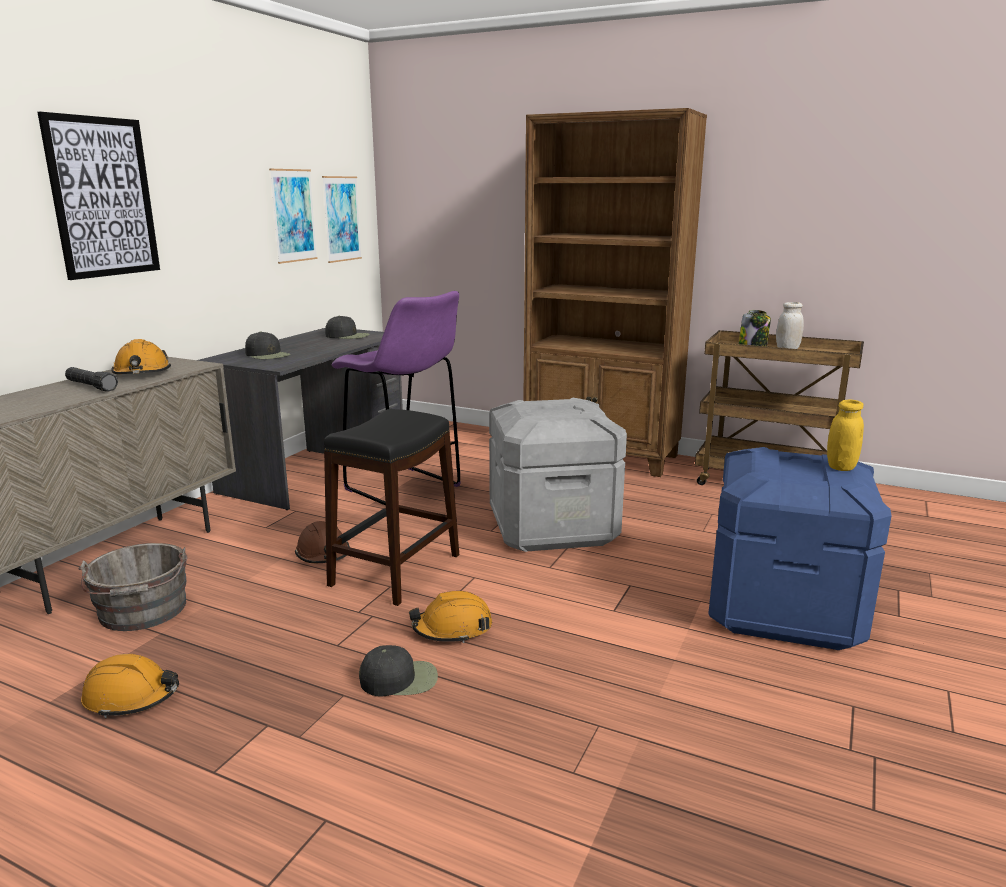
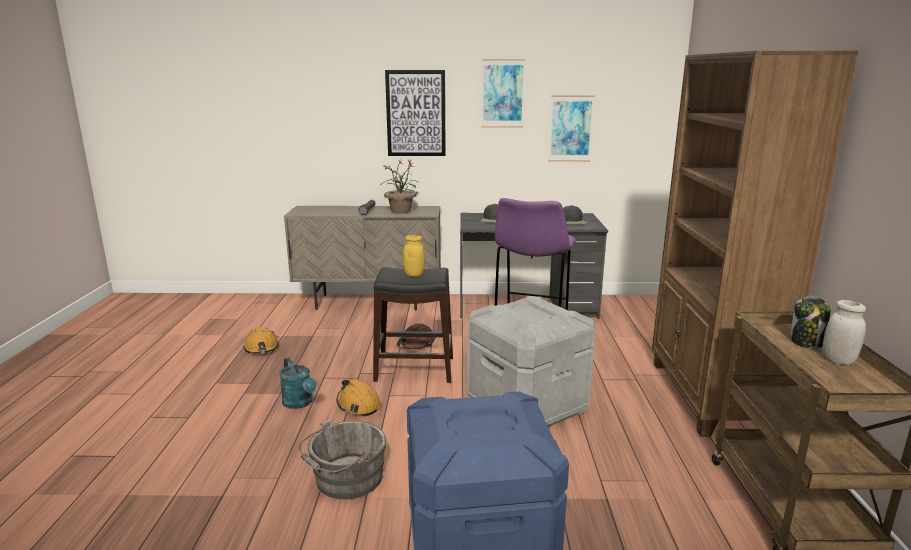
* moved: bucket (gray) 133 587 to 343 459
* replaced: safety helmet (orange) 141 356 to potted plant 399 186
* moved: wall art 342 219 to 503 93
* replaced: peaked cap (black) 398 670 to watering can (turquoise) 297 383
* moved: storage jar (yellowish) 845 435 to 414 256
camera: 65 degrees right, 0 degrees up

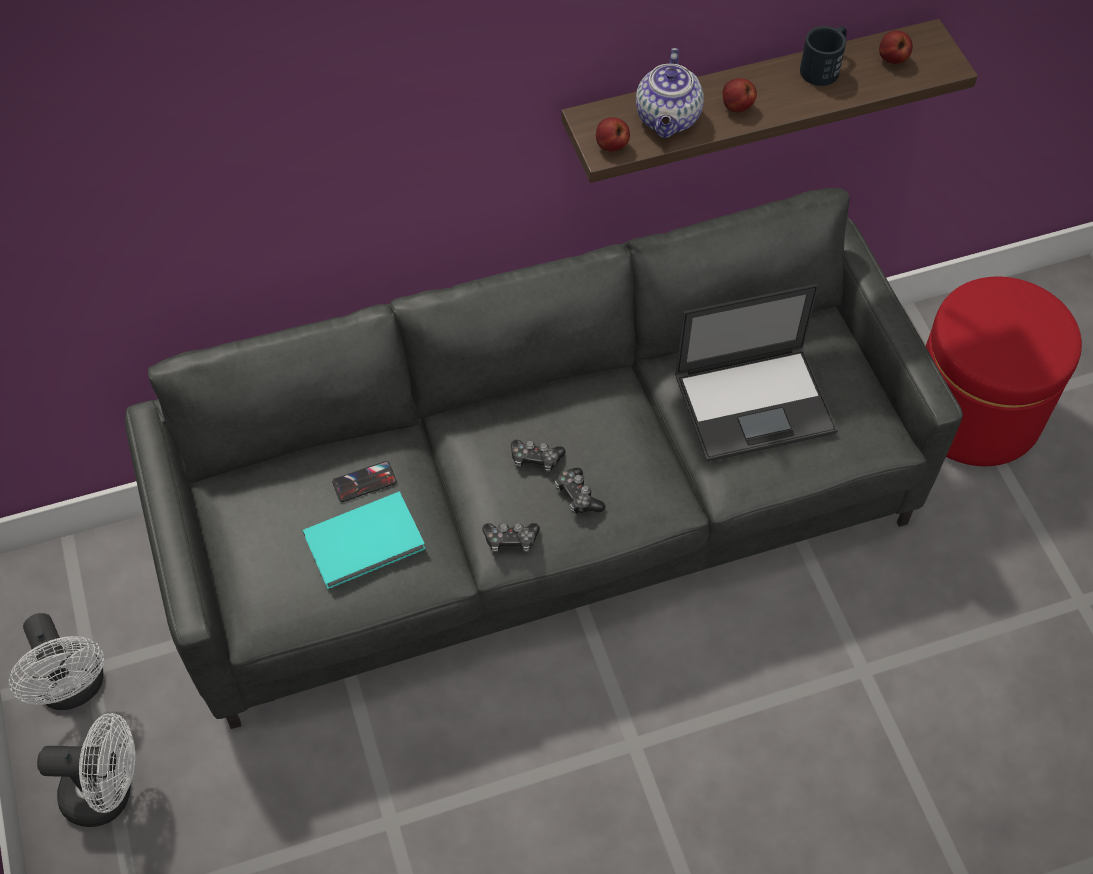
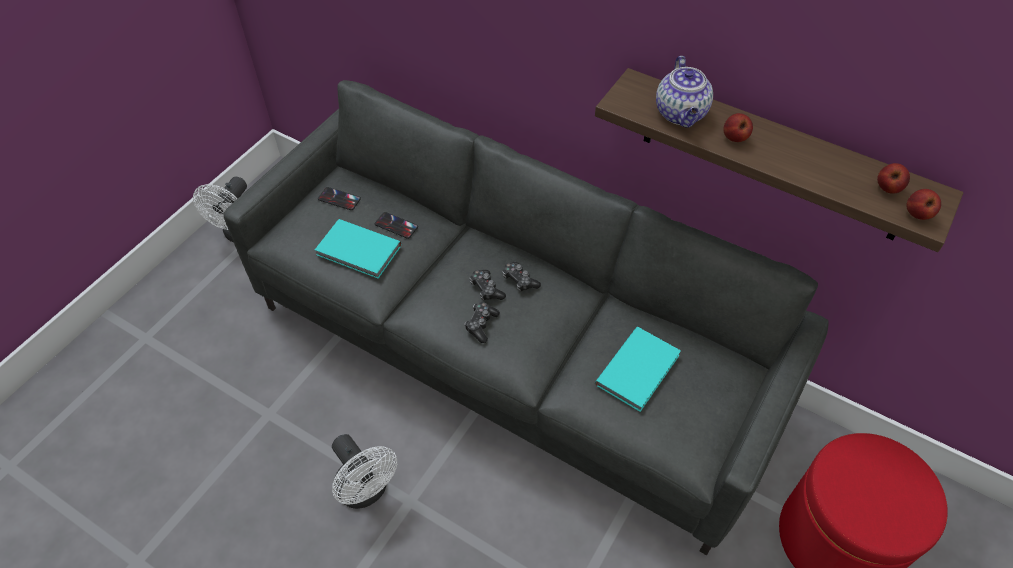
* moved: electric fan (white) 86 770 to 364 471
* moved: game controller 511 538 to 521 277
* moved: apple 613 134 to 924 204
* turned: tea pot 670 93 = 684 92 60 degrees counterclockwise
* replaced: notebook computer 756 373 to bound book (turquoise) 638 369
* removed: tea mug (black) 823 56
* added: phone 339 198
camera: 50 degrees right, 5 degrees down

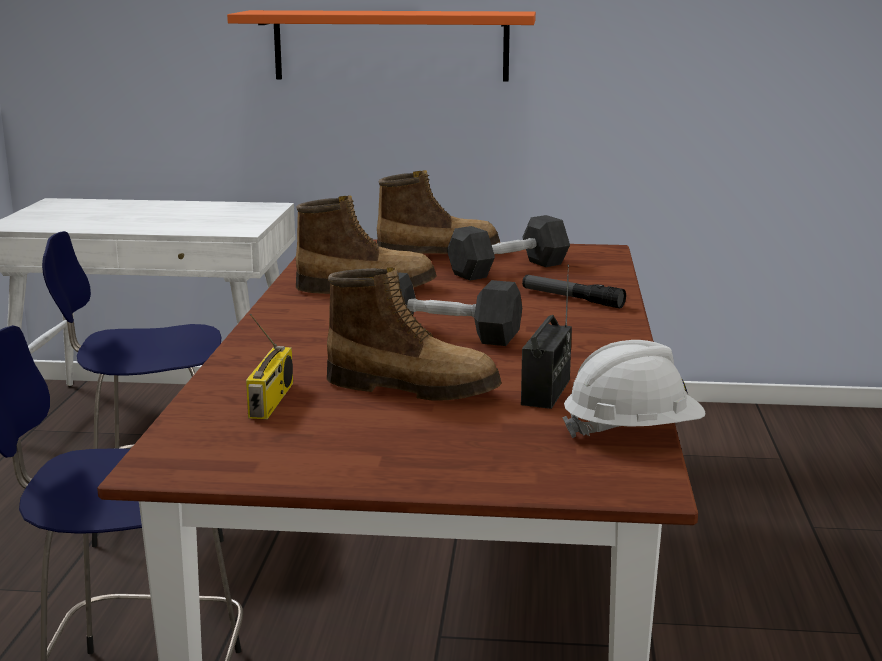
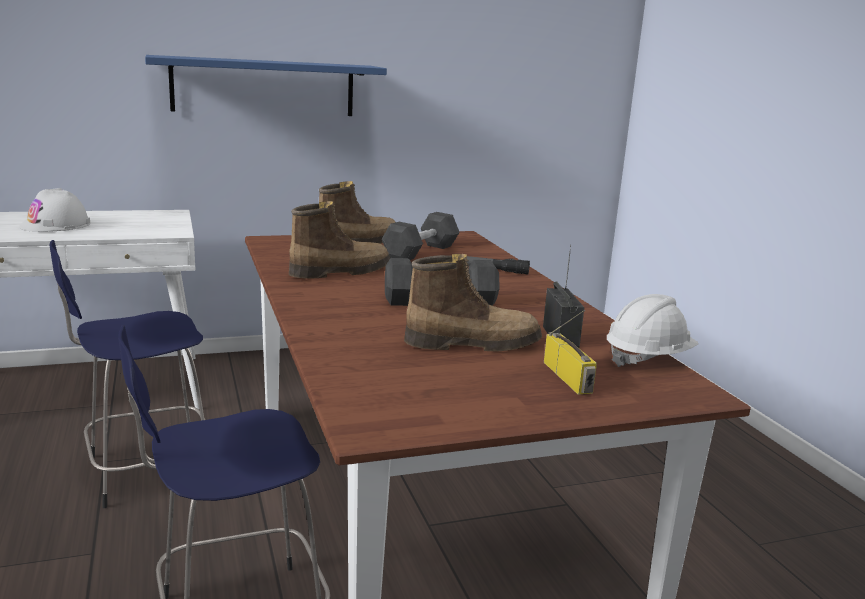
* recoloured: bracket shelf (orange) 381 46 to bracket shelf (bluish) 266 85
* moved: radio 269 366 to 570 352
* added: safety helmet (white) 55 210
camera: 25 degrees left, 0 degrees up

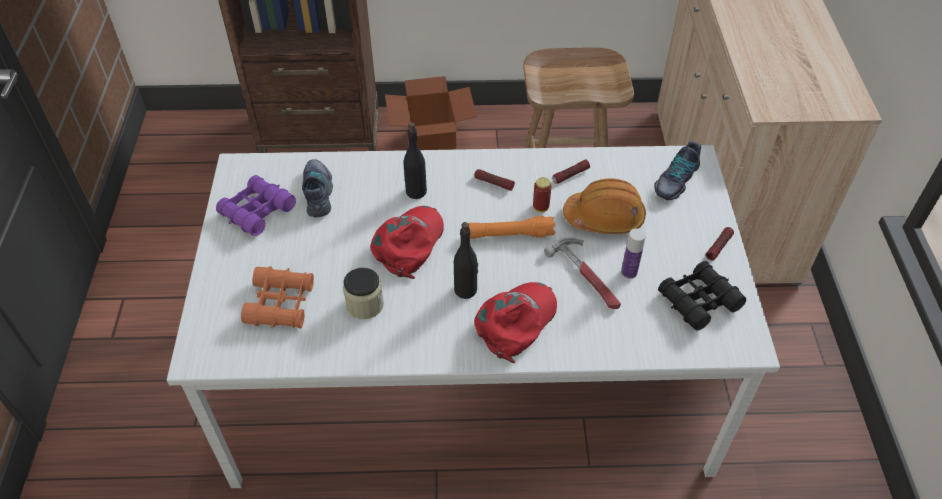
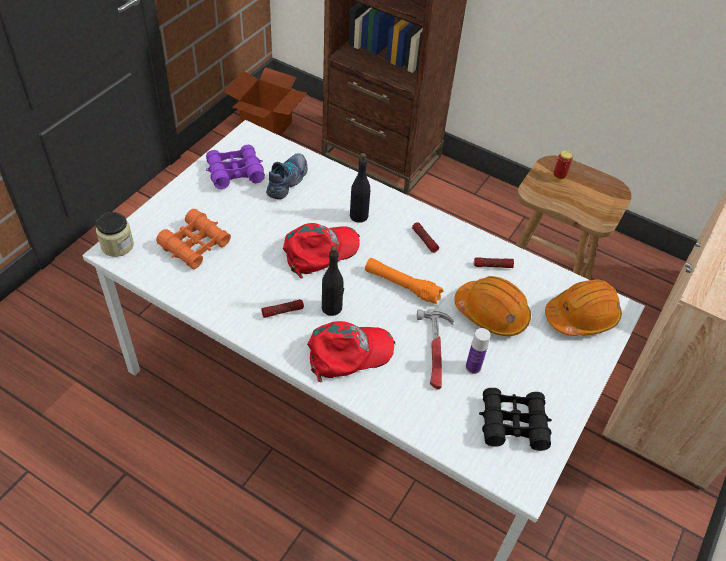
* moved: storage jar 363 293 to 115 234
* moved: cardboard box 431 113 to 265 101
* moved: metal can 542 194 to 563 165
* replaced: shoe 677 170 to safety helmet (orange) 583 308
* moved: flashlight 720 244 to 282 308
camera: 30 degrees right, 0 degrees up

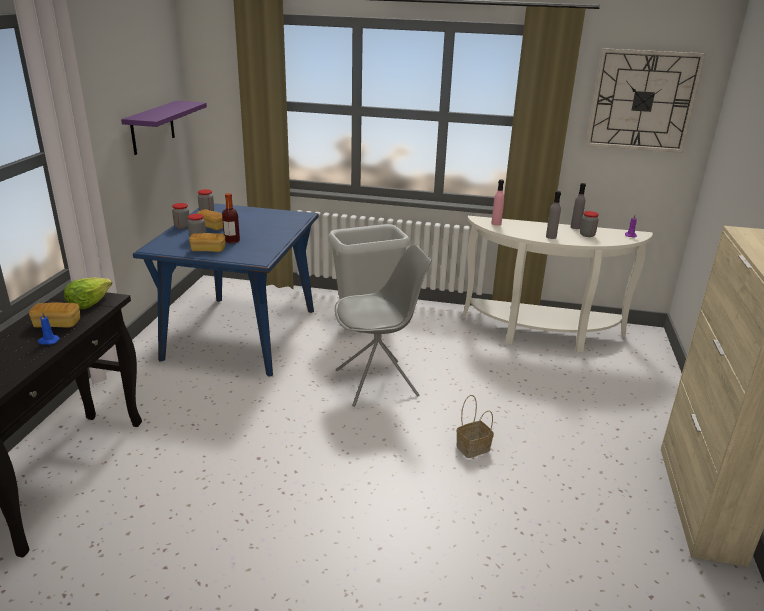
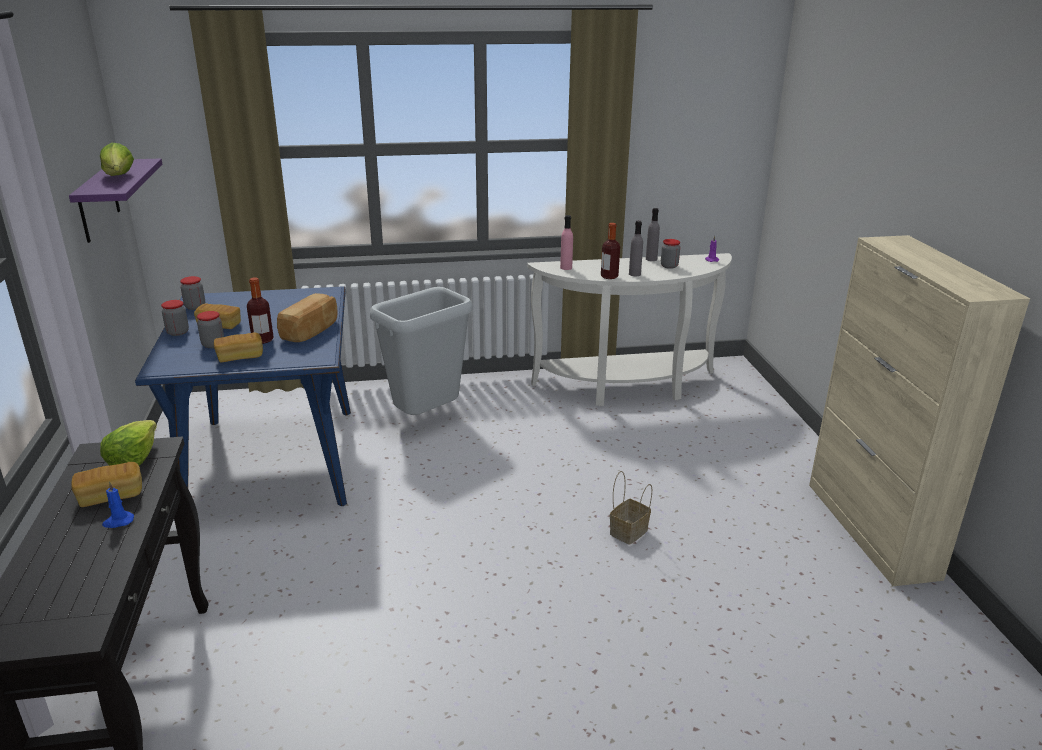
* removed: upright chair (gray) 383 325
* removed: wall clock 646 100
* added: lettuce head 117 159
* added: baked bread 307 317
* added: drink bottle 610 251
camera: 20 degrees left, 0 degrees up

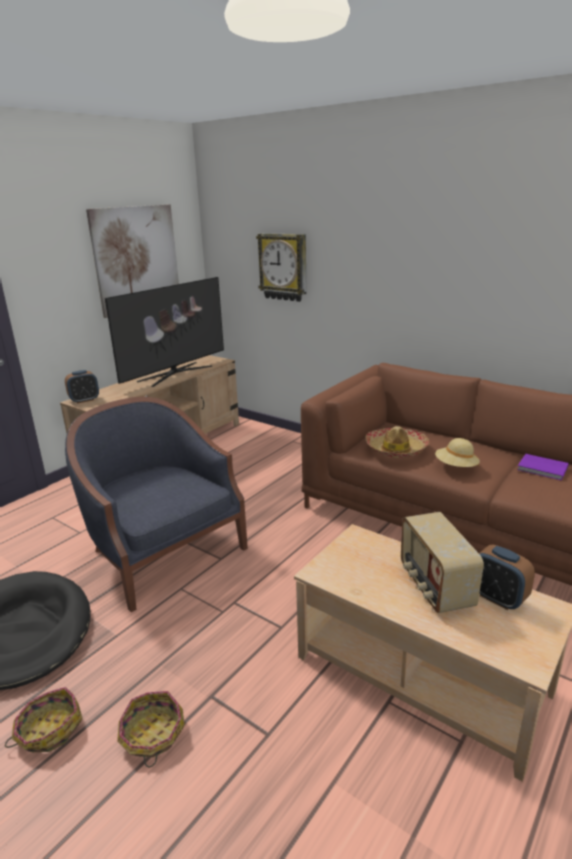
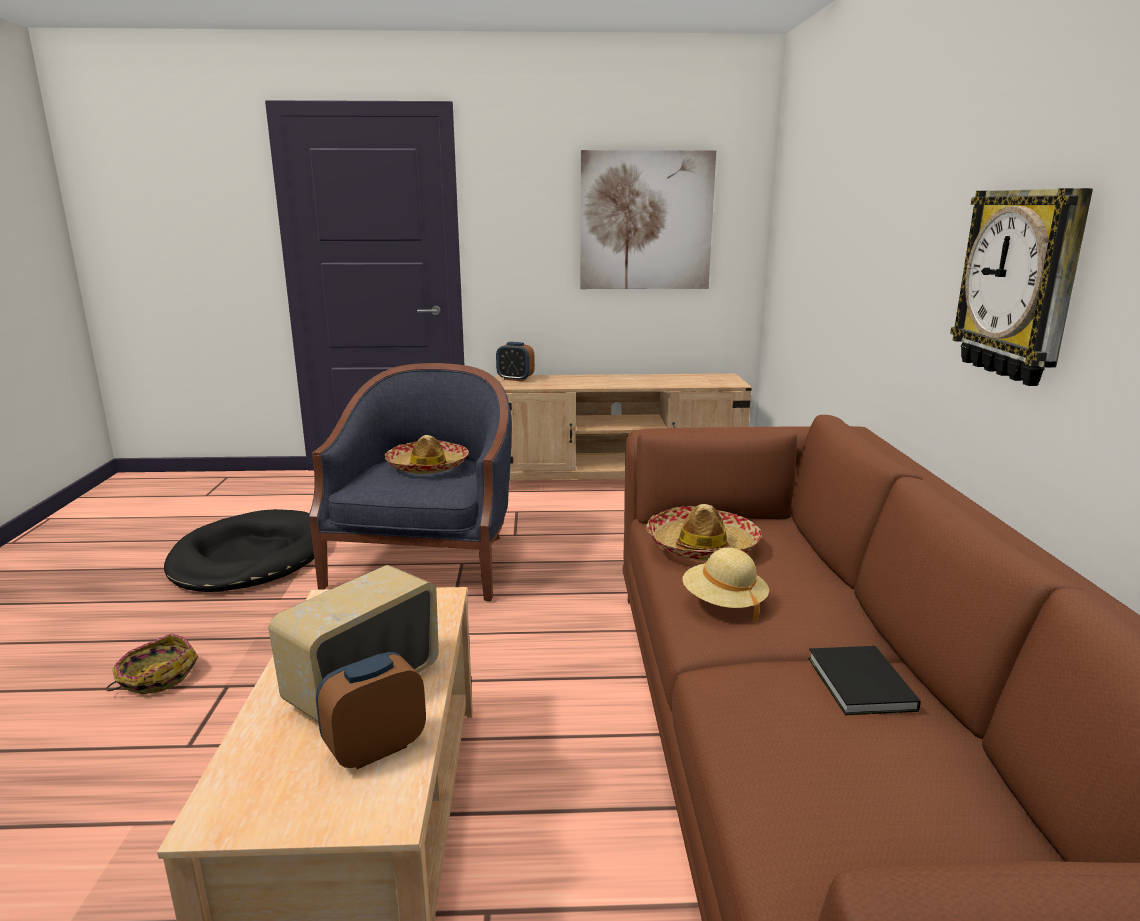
* removed: basket 44 719
* removed: TV 164 332
* moved: wall clock 281 267 to 1021 287
* turned: alarm clock 507 577 = 371 710 45 degrees clockwise
* recoloured: bound book (purplish) 543 467 to bound book (black) 864 680
* added: clothing hat 427 454
camera: 50 degrees right, 5 degrees down

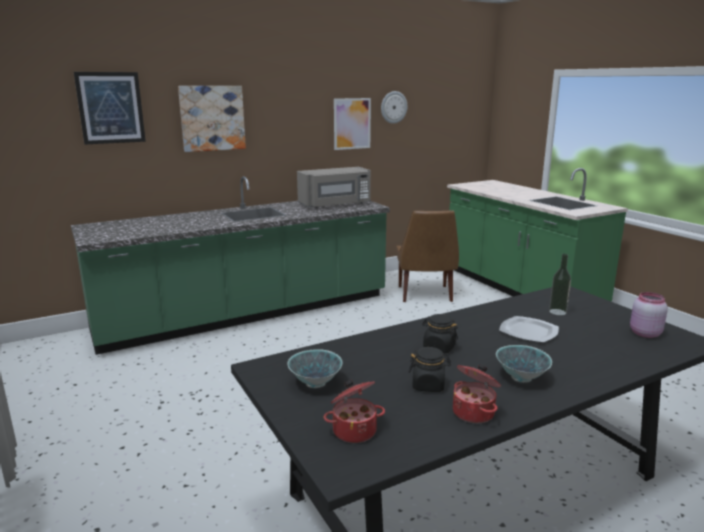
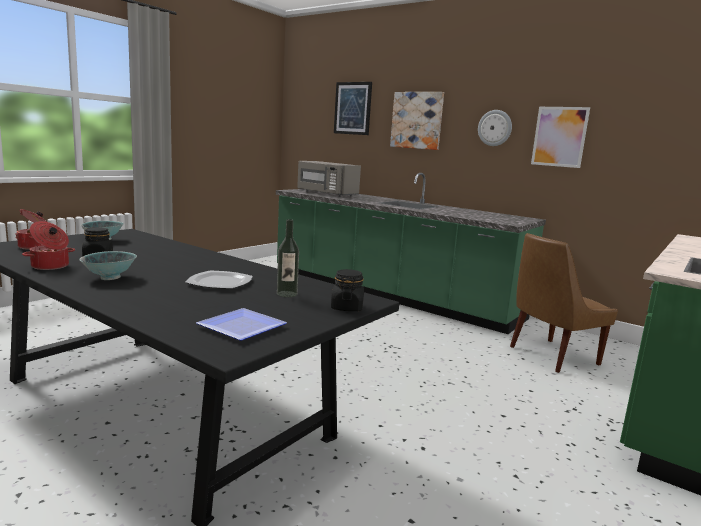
* moved: microwave (gray) 334 188 to 329 179
* moved: wall clock 394 107 to 495 128
* moved: storage jar (black) 440 333 to 347 290
* replaced: storage jar (pinkish) 649 315 to dinner plate 241 324
camera: 65 degrees right, 5 degrees down

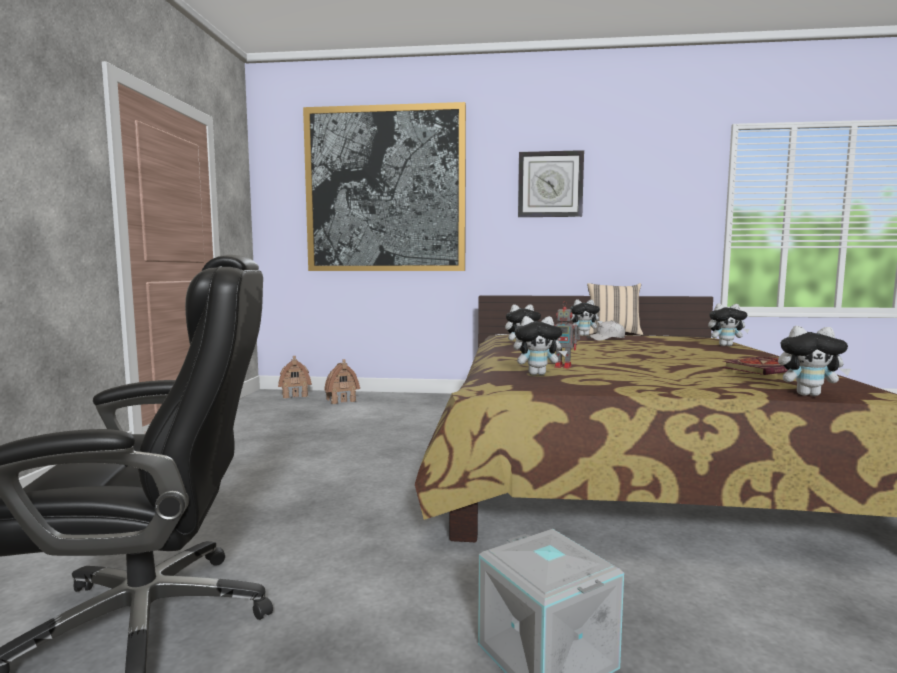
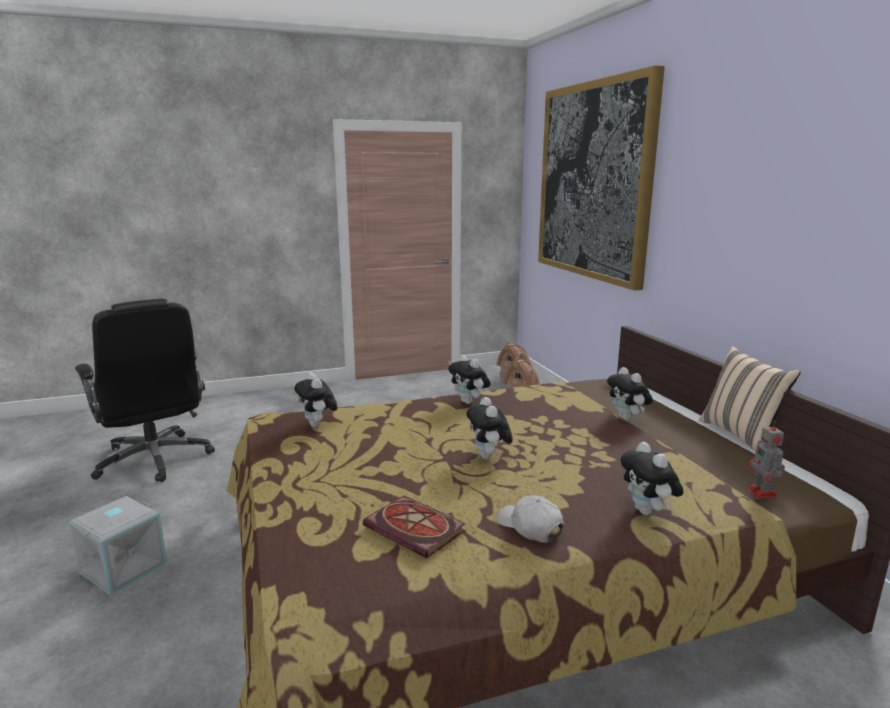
* removed: wall clock 551 183
* moved: robot figure 567 335 to 766 459
* moved: peaked cap (white) 606 330 to 530 519
* moved: cuddly toy 814 361 to 490 428
camera: 65 degrees right, 10 degrees up

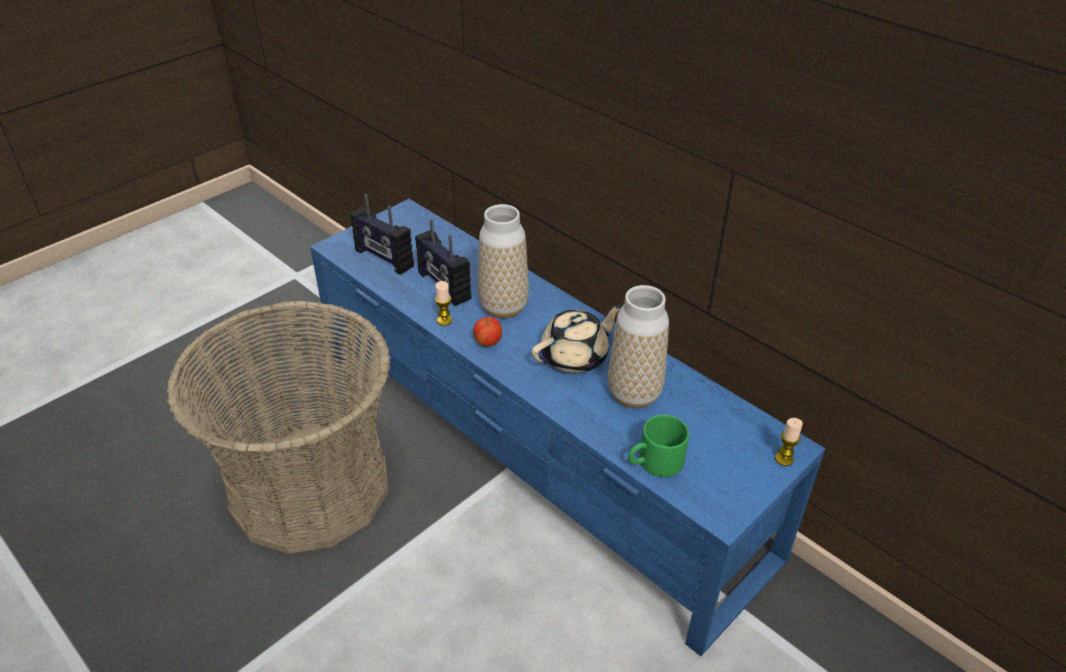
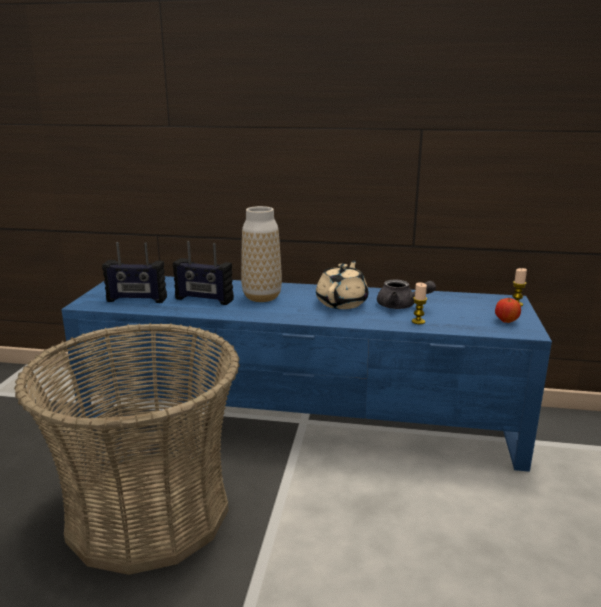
* moved: wax candle 443 303 to 419 303
* moved: apple 487 331 to 508 310
* replaced: decorative vase 638 346 to tea pot (gray) 406 294
* removed: tea mug (green) 658 446
camera: 35 degrees left, 20 degrees down

